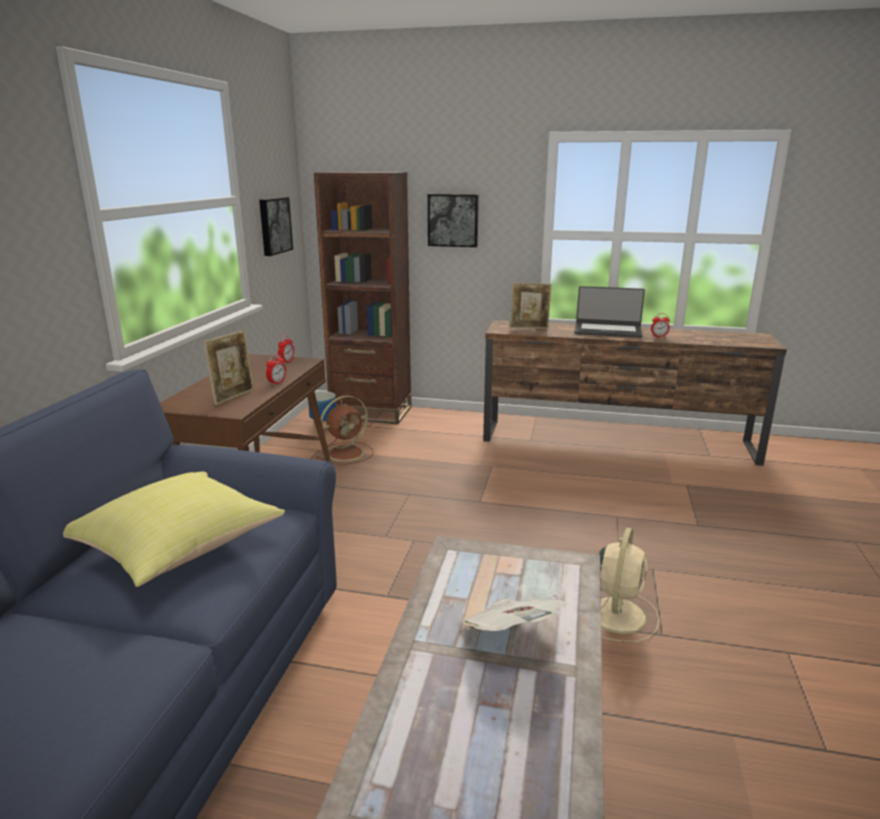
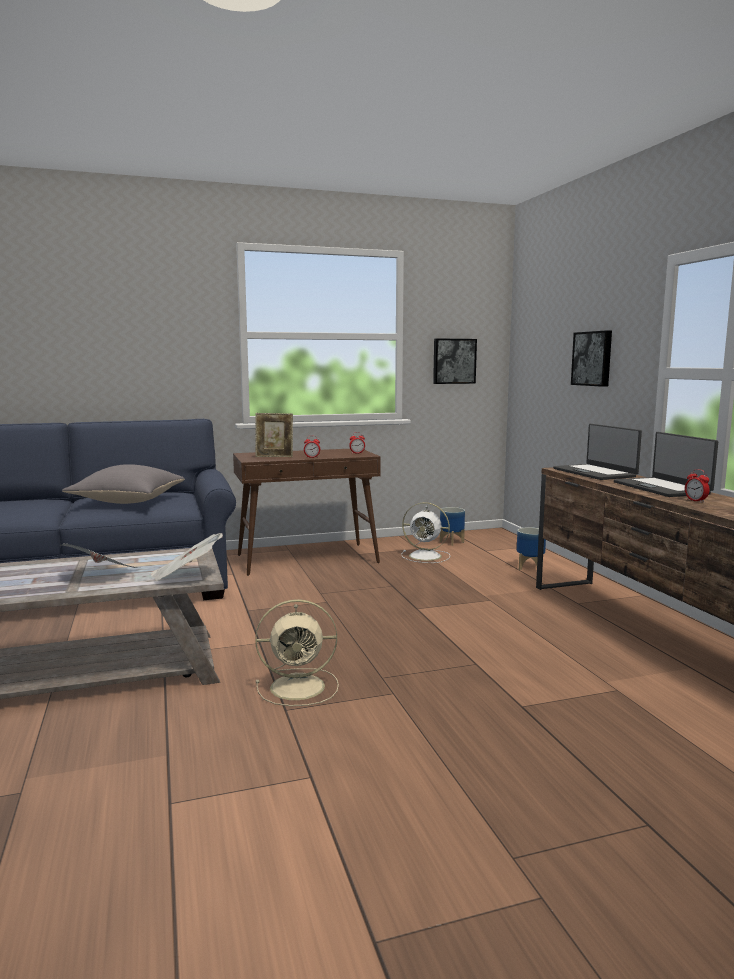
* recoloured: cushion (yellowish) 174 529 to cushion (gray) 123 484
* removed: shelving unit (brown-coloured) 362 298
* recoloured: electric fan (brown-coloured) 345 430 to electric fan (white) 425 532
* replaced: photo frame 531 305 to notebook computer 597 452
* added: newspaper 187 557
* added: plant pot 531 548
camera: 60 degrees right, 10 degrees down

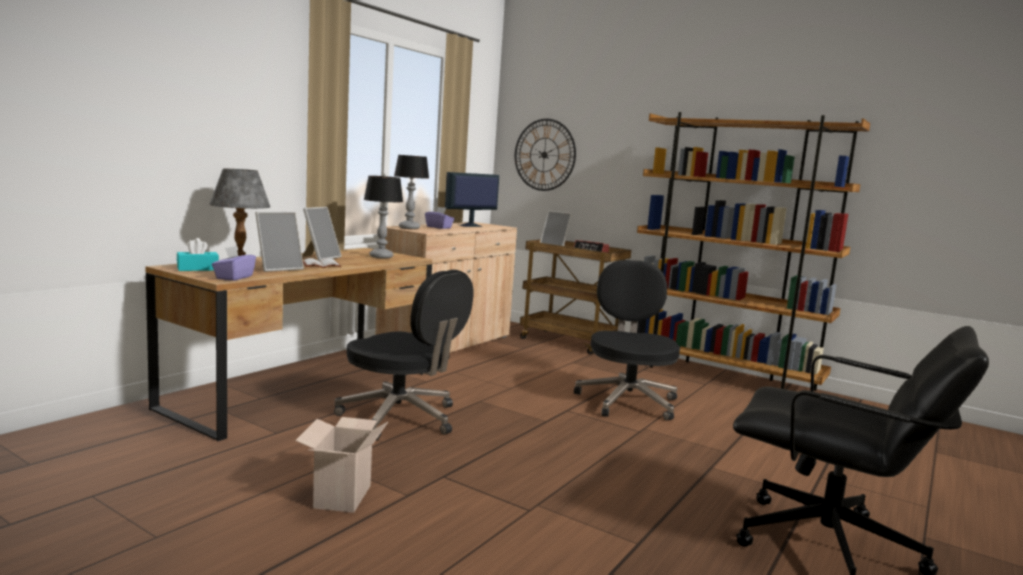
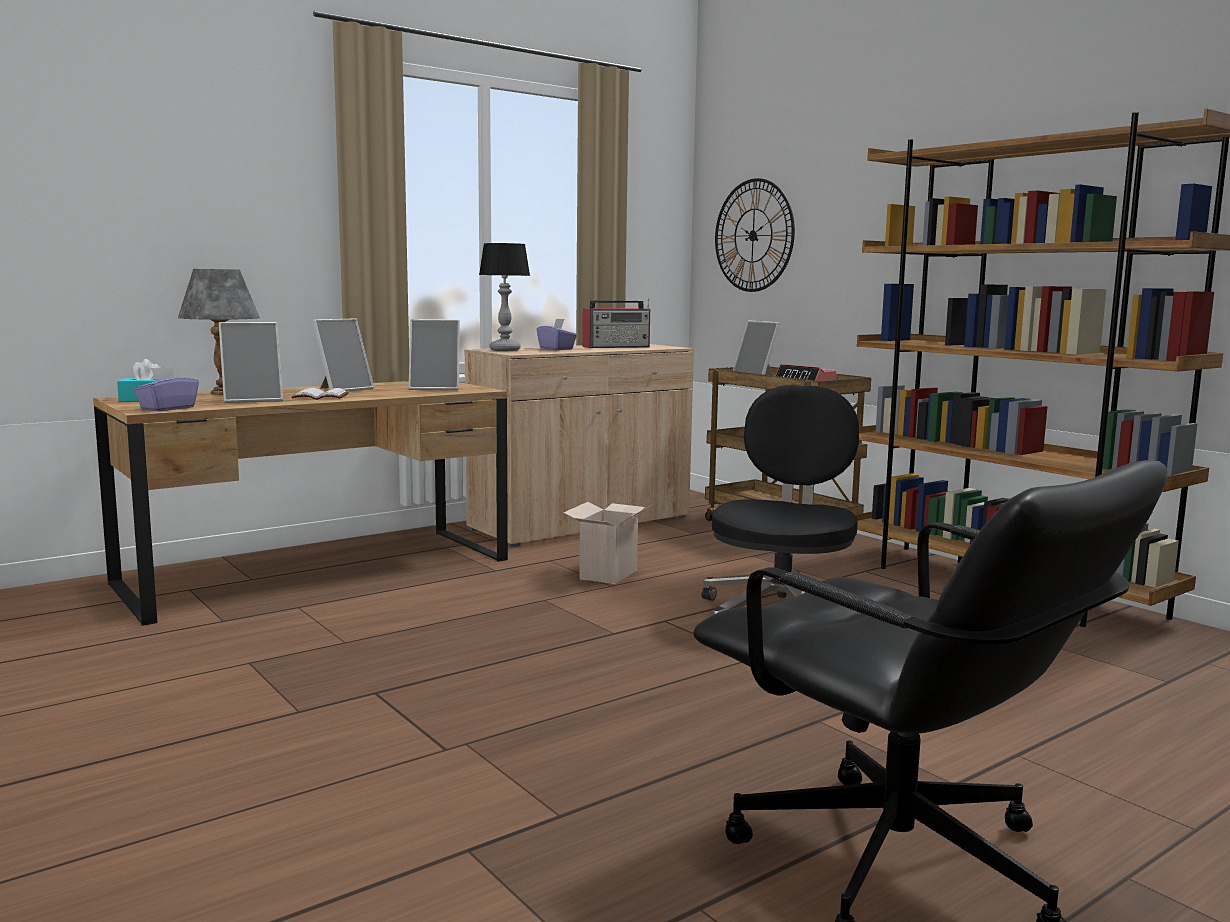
* moved: cardboard box 341 465 to 608 543
* removed: desk chair (black) 404 355
* replaced: lamp for a table 383 217 to photo frame 434 354
* replaced: monitor 472 199 to radio 616 323
camera: 20 degrees right, 0 degrees up

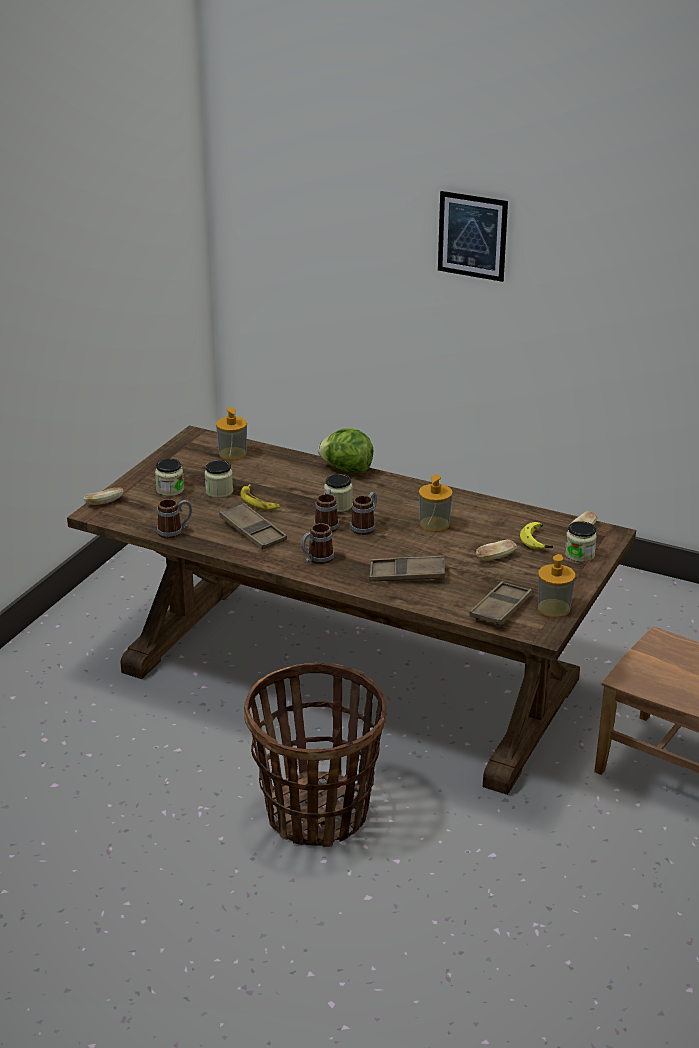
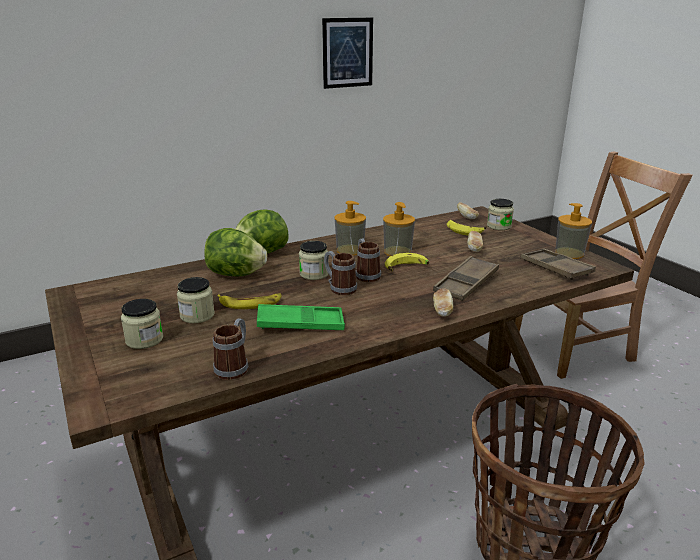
* moved: baked bread 104 496 to 443 302
* moved: liquid soap bottle 231 433 to 350 228
* recoloured: carrying tray (brown-coloured) 253 526 to carrying tray (green) 301 317
* removed: tea mug 317 543
* moved: wall art 473 236 to 347 53
* added: lettuce head 235 252
* added: whole banana 407 262
camera: 55 degrees left, 5 degrees down

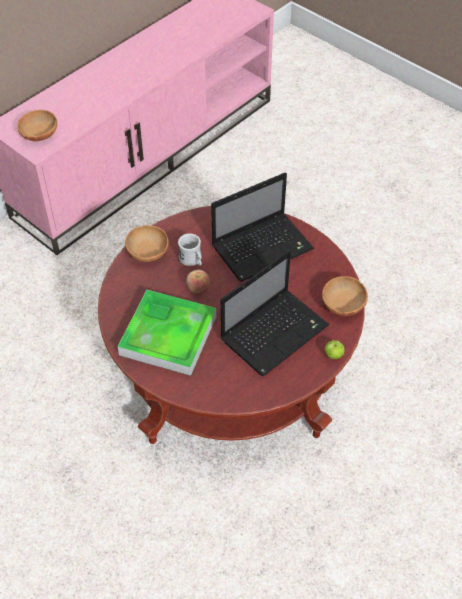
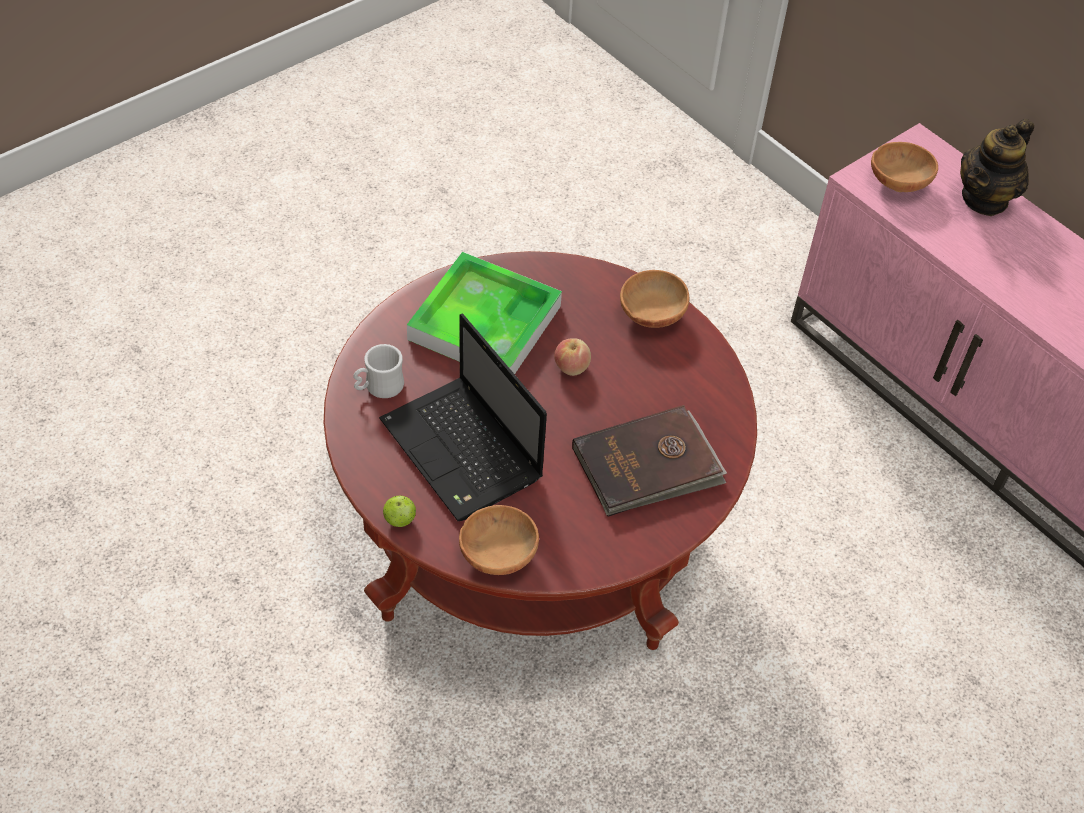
* moved: tea mug (white) 190 249 to 378 371
* replaced: notebook computer 262 227 to bound book (brown-coloured) 649 461
* added: tea pot 997 167
camera: 95 degrees right, 0 degrees up

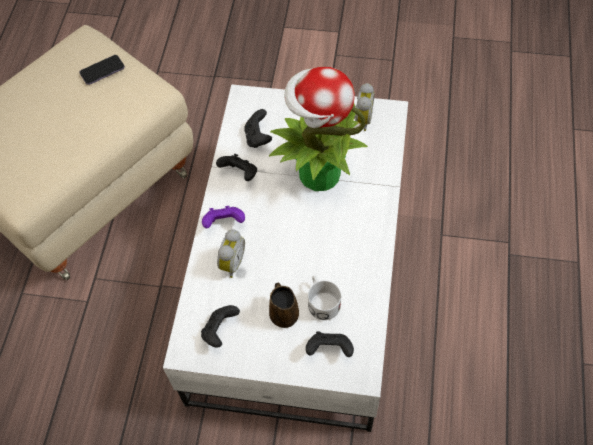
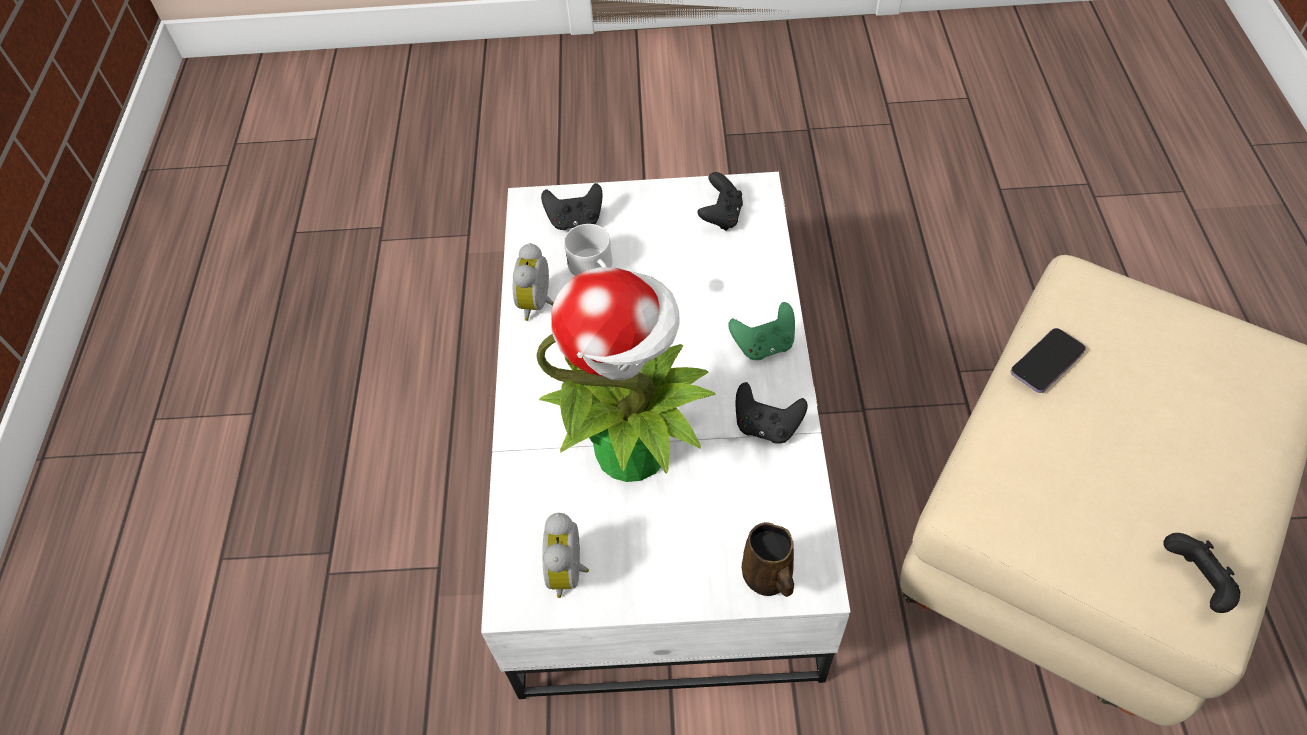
* moved: phone 102 70 to 1048 360
* recoloured: game controller (purplish) 223 217 to game controller (green) 761 331
* moved: alarm clock 231 253 to 533 282
* moved: game controller (black) 258 128 to 1201 573
* moved: tea mug (brown-coloured) 284 305 to 768 559
camera: 170 degrees right, 5 degrees down

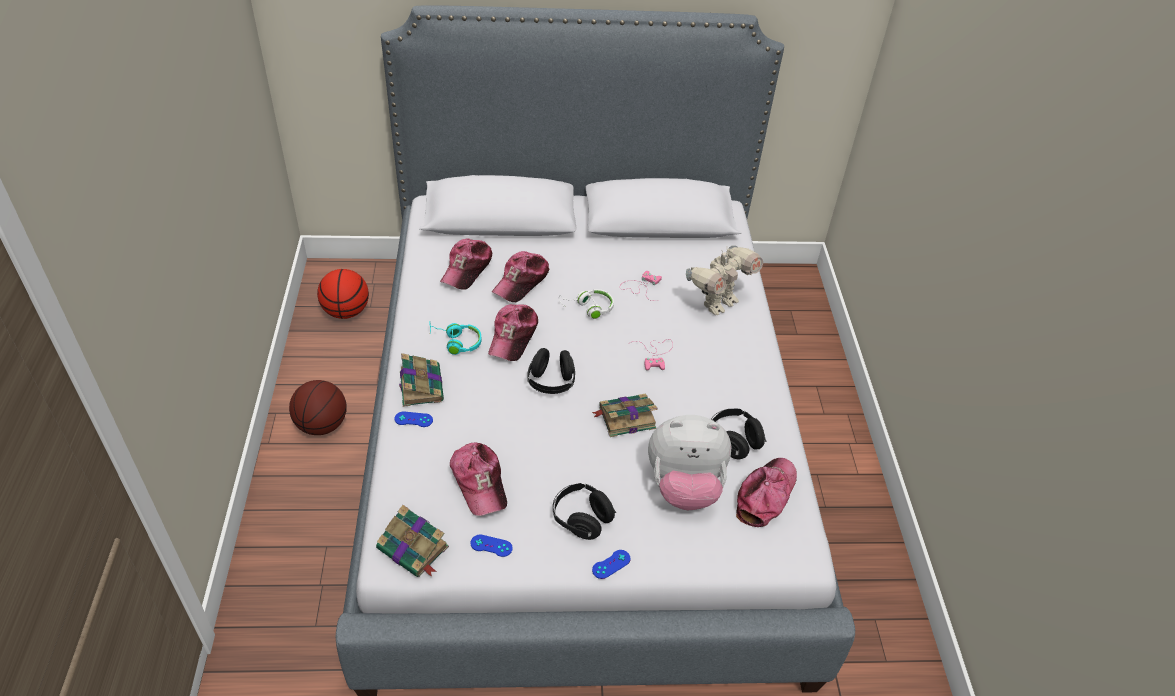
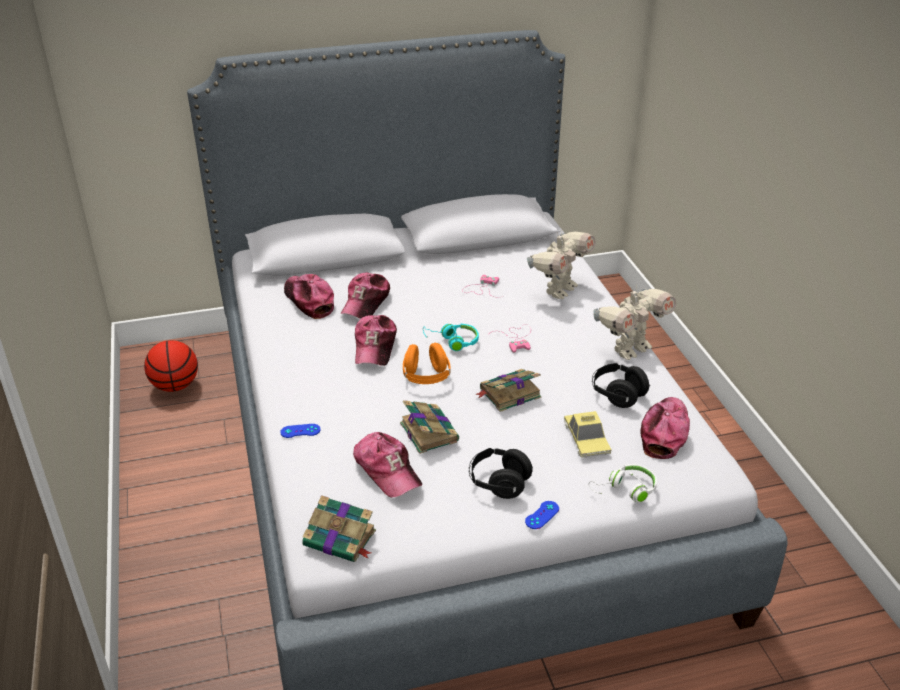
* removed: basketball 318 407
* moved: bound book 421 380 to 429 427
* moved: headphones (turquoise) 455 338 to 451 337
* turned: peaked cap 466 264 = 309 296 135 degrees clockwise
* removed: game controller (bluish) 492 545
* recoloured: headphones (black) 551 371 to headphones (orange) 426 363
* moved: headphones (white) 586 304 to 623 483
* replaced: cuddly toy 690 462 to model car 588 434
* added: robot figure 634 322
camera: 10 degrees left, 10 degrees down

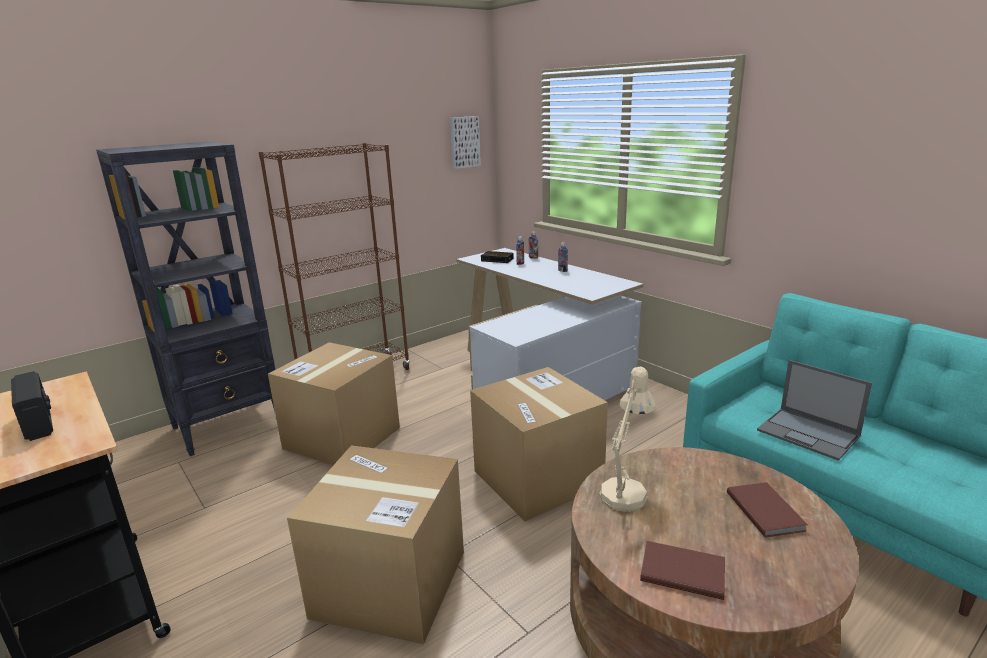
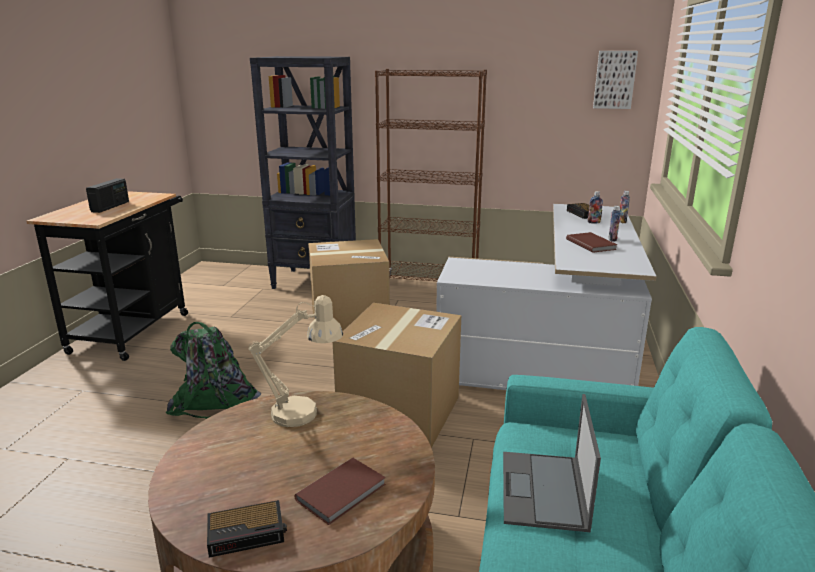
* replaced: cardboard box 375 544 to backpack (green) 213 370
* moved: bound book (brown-coloured) 682 570 to 591 242
* added: alarm clock 247 529
camera: 50 degrees right, 0 degrees up

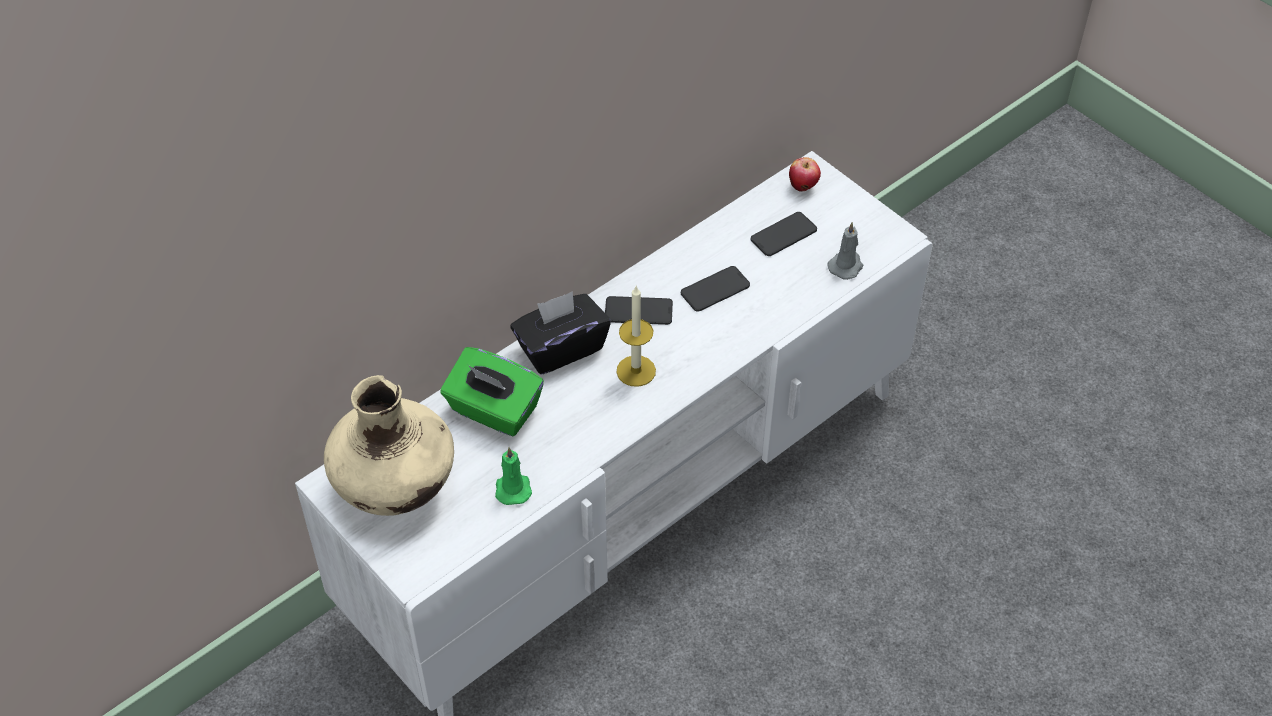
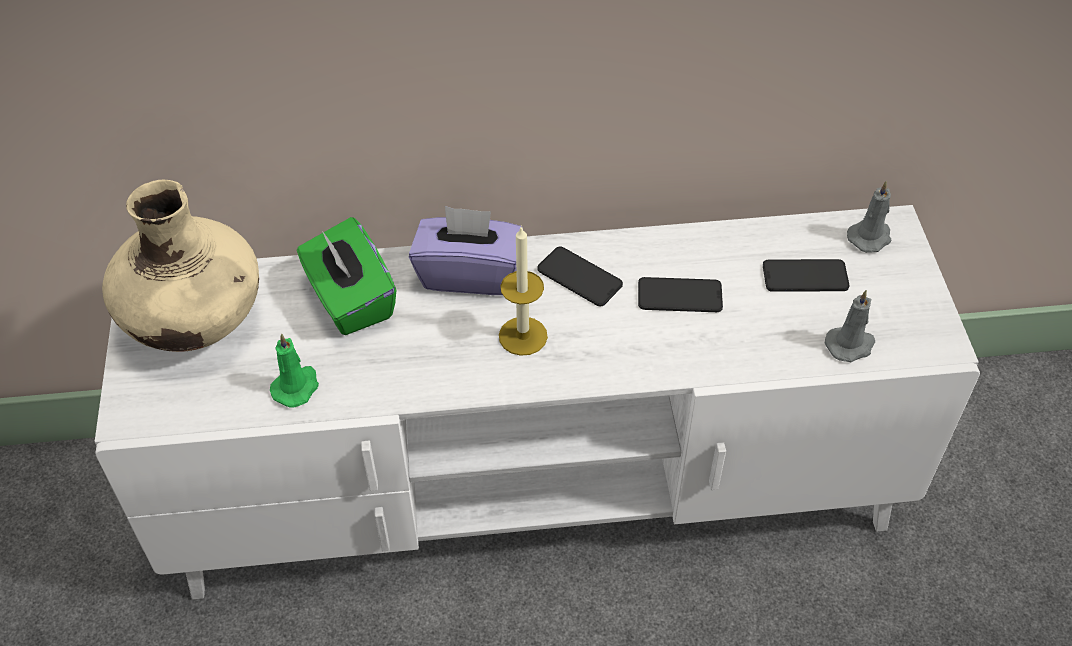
* recoloured: tissue holder (black) 560 332 to tissue holder (purplish) 466 250
* replaced: apple 805 174 to wax candle (gray) 869 217
camera: 35 degrees right, 0 degrees up

